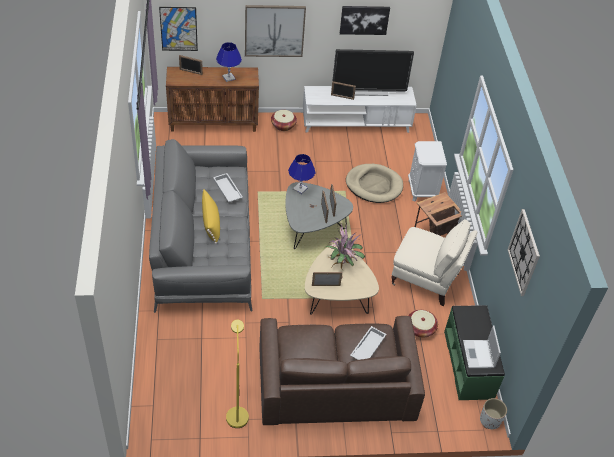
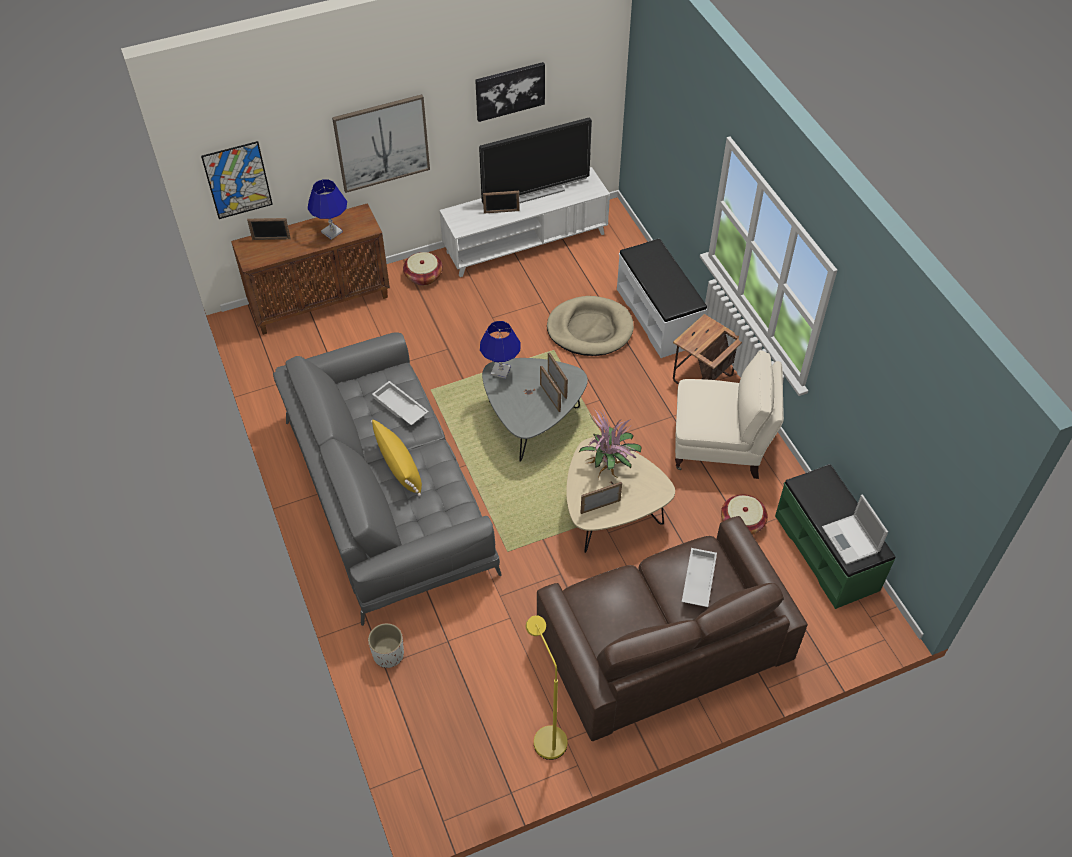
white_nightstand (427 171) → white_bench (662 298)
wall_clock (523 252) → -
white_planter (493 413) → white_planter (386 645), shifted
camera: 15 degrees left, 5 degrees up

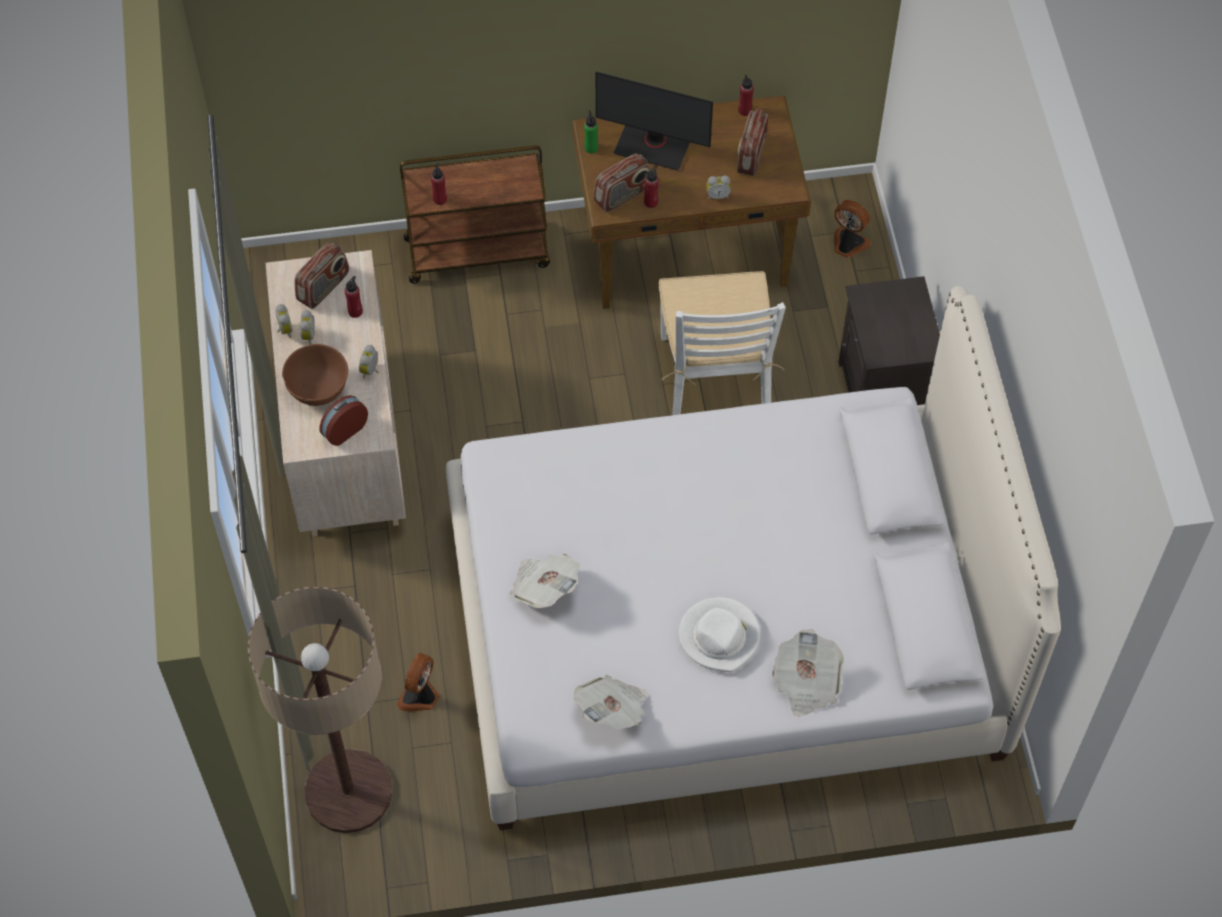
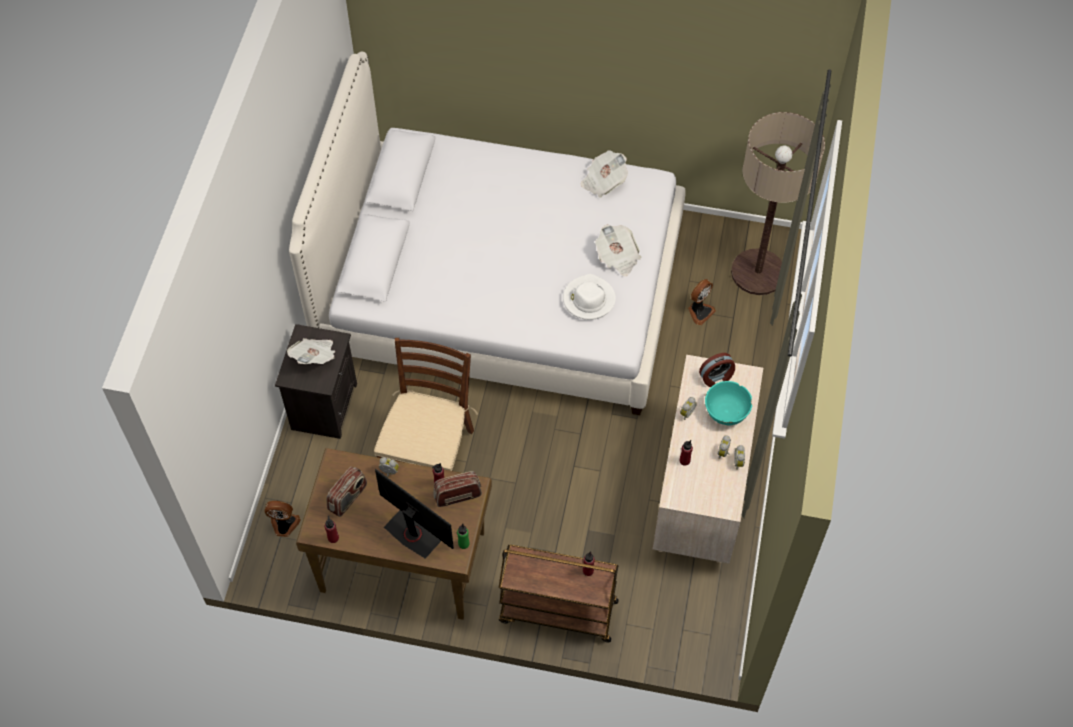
fan (852 229) → fan (283 519), 135 degrees clockwise
radio (322 276) → -
white_chair (722 343) → brown_chair (426 404)
brown_bowl (315 375) → turquoise_bowl (728 403)
white_hat (719 634) → white_hat (589 297), shifted
newspaper (808 673) → newspaper (311 351), shifted
camera: 160 degrees left, 0 degrees up

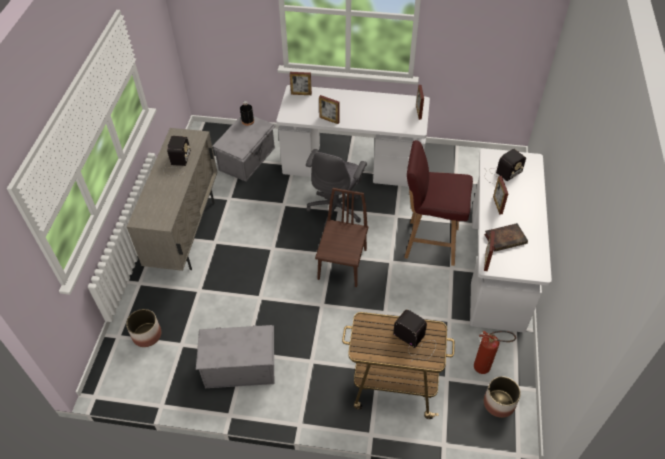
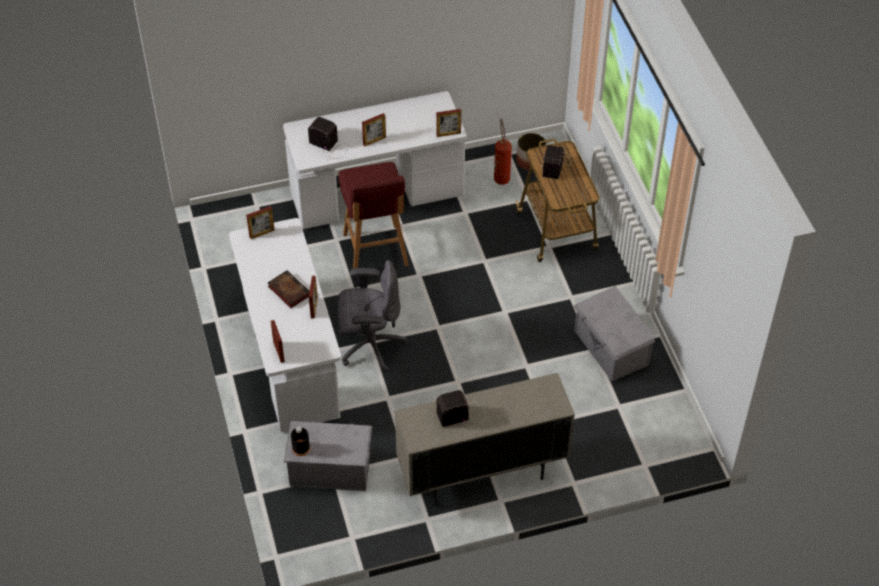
brown_chair (341 237) → -
book (506 237) → book (288 289), shifted
planter (143 328) → -
camera: 115 degrees left, 0 degrees up

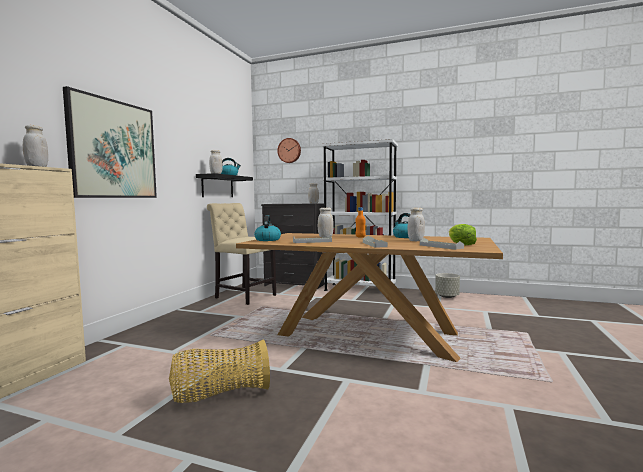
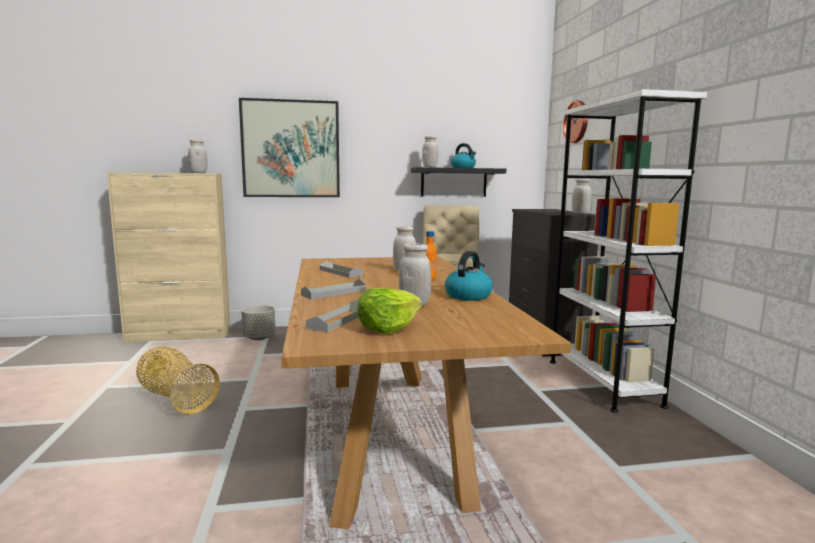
kettle (267 228) → -
grey_planter (447 285) → grey_planter (258 322), shifted
camera: 60 degrees right, 5 degrees up

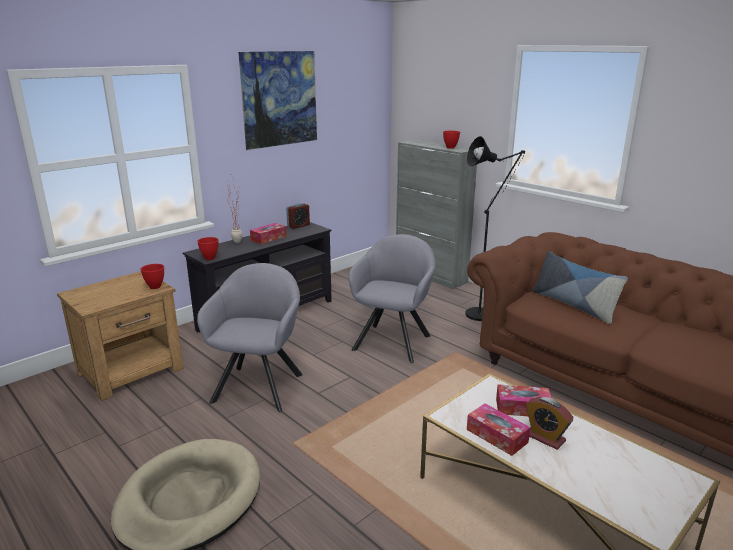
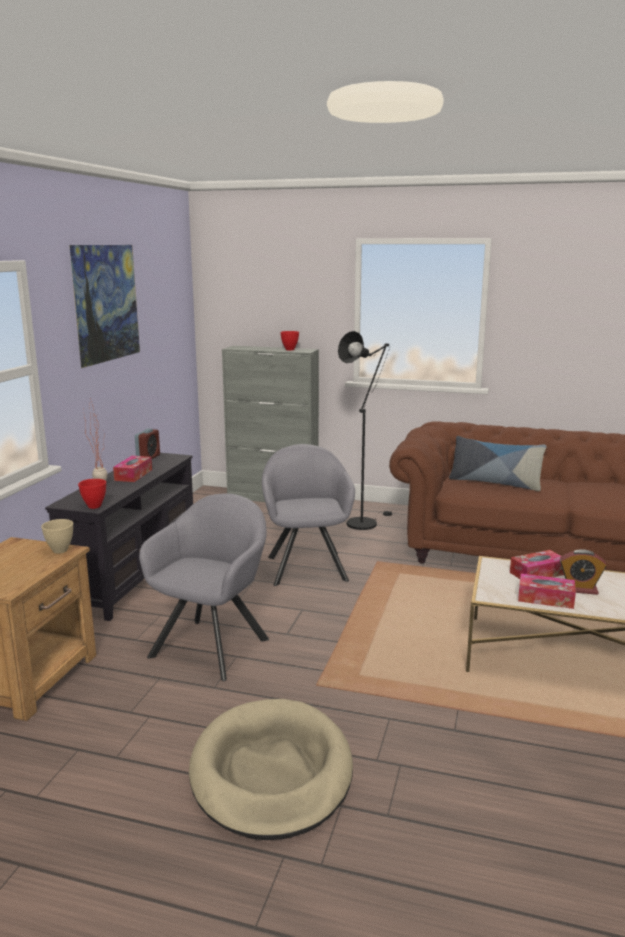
grey_armchair (250 337) → grey_armchair (204 587), 45 degrees clockwise
red_bowl (152 276) → beige_bowl (57 536)
camera: 30 degrees left, 5 degrees down

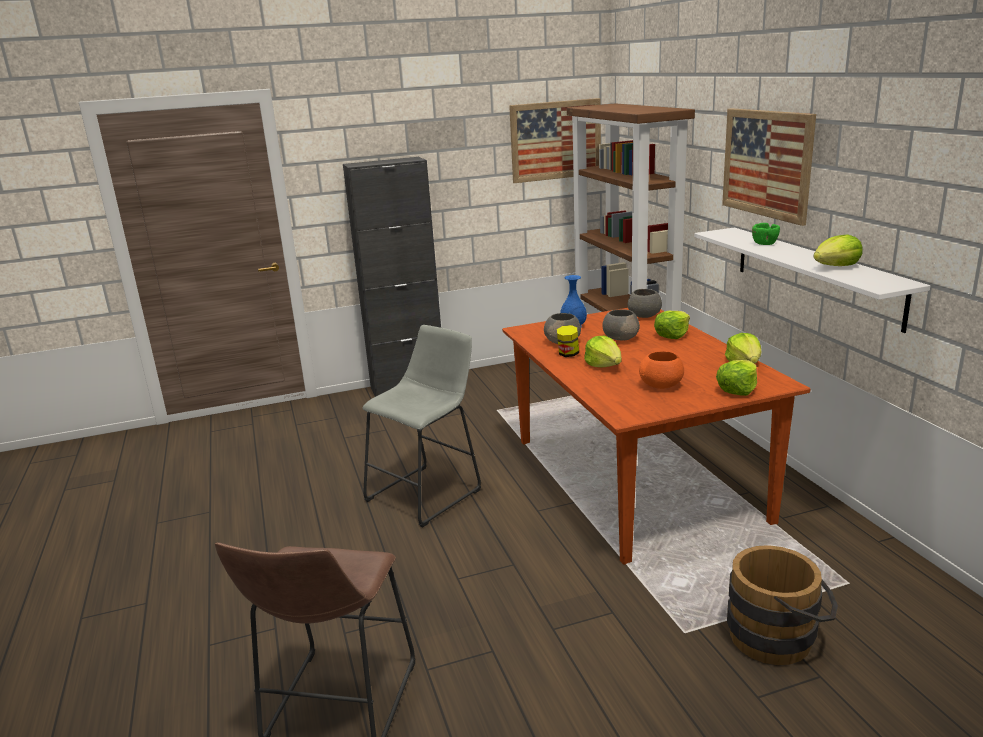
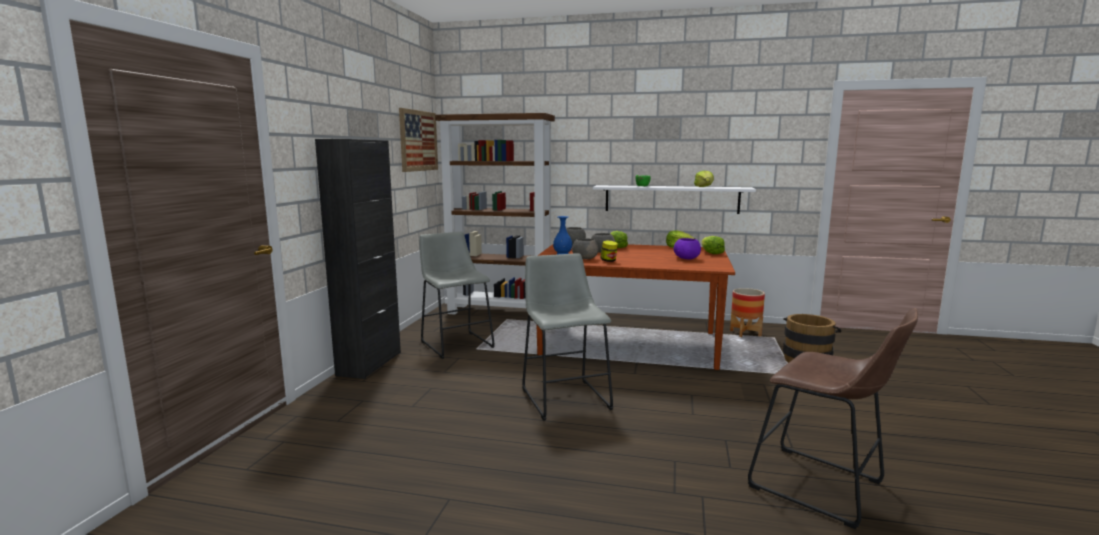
picture (769 167) → -
lettuce (602 351) → -
orange_bowl (661 370) → purple_bowl (687 248)
- → grey_stool (457 295)
- → planter (747 312)
camera: 60 degrees left, 10 degrees down

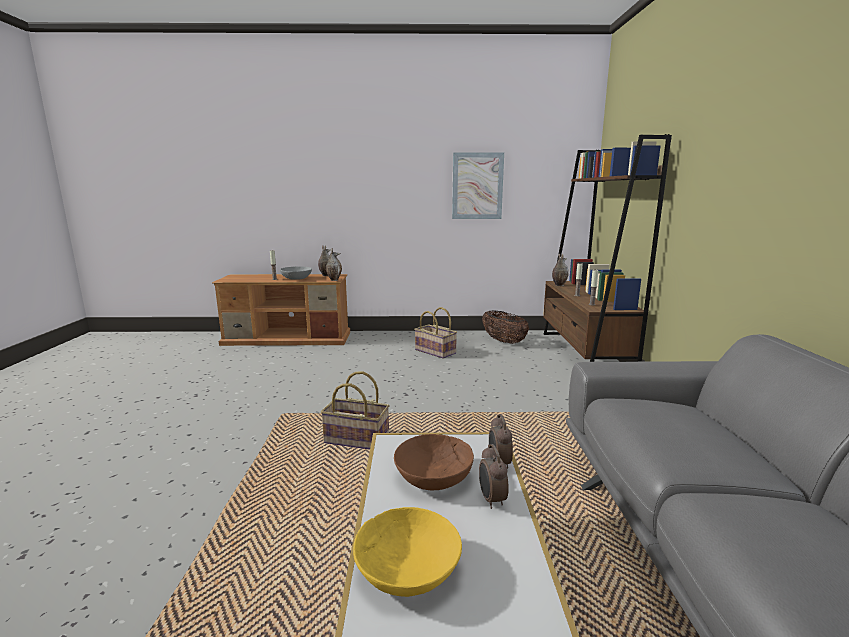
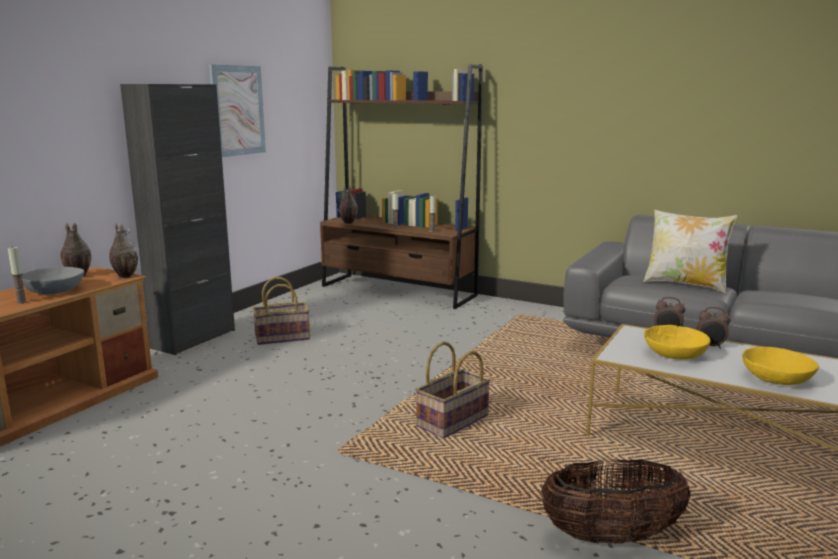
basket (505 327) → basket (615 501), shifted
brown_bowl (434 462) → yellow_bowl (677 342)
- → black_cabinet (177 219)
- → pillow (690 251)
camera: 60 degrees left, 0 degrees up

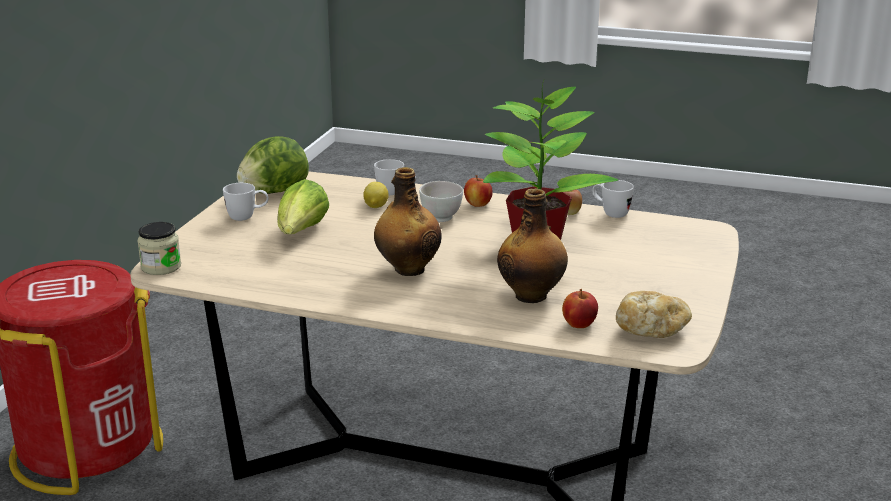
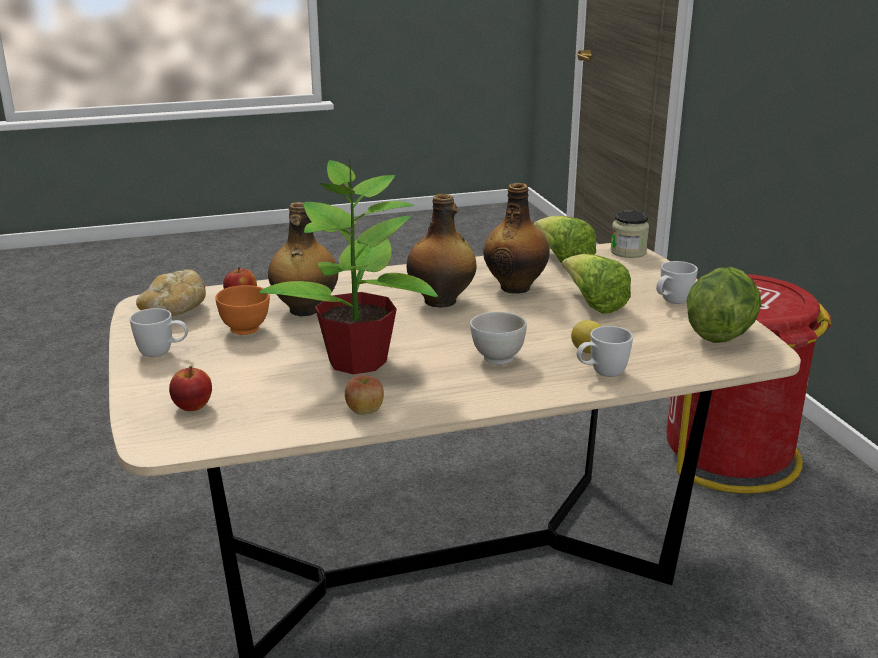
apple (478 191) → apple (190 388), shifted
white_mug (613 199) → white_mug (159 332), shifted
- → bottle (516 238)
- → lettuce (565 239)
- → orange_bowl (242 310)
camera: 145 degrees right, 0 degrees up

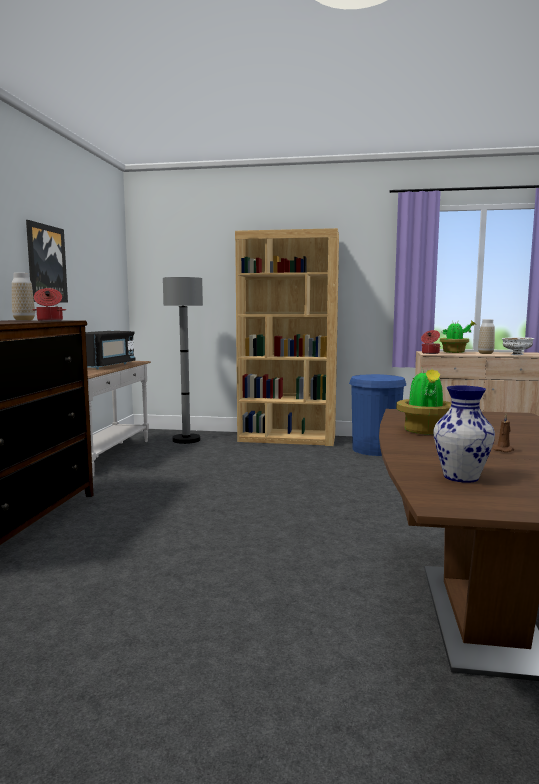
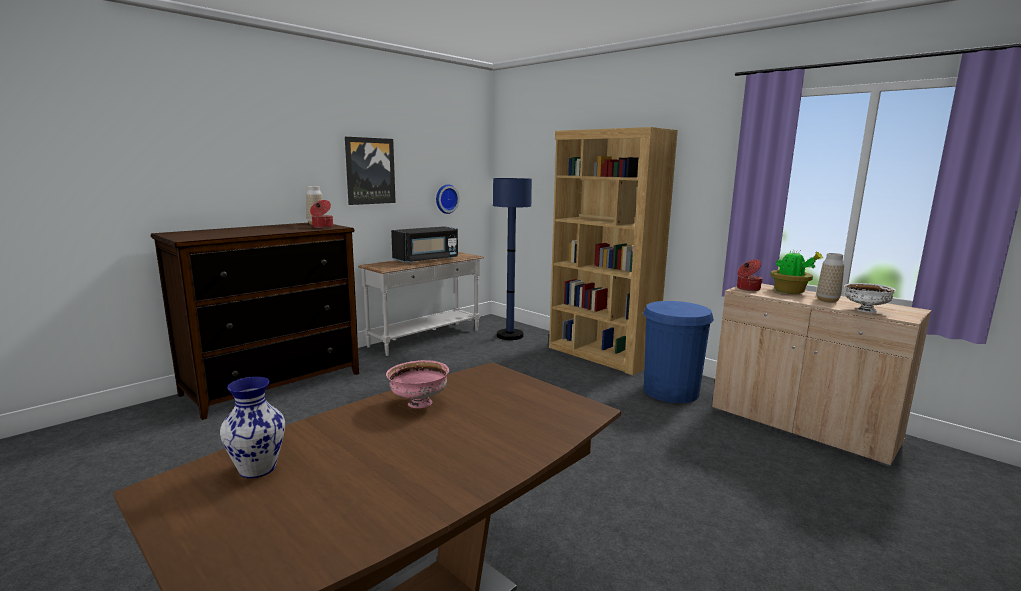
grey_floor_lamp (183 360) → blue_floor_lamp (512 259)
potted_plant (423 400) → pink_bowl (417 384)
brown_candle (503 433) → -
- → wall_clock (448 199)
camera: 35 degrees right, 5 degrees up

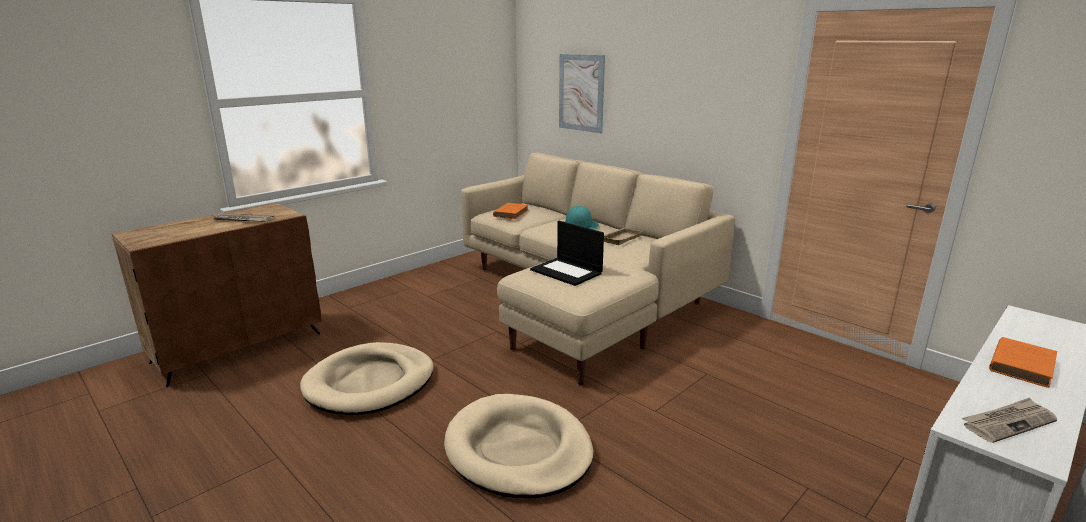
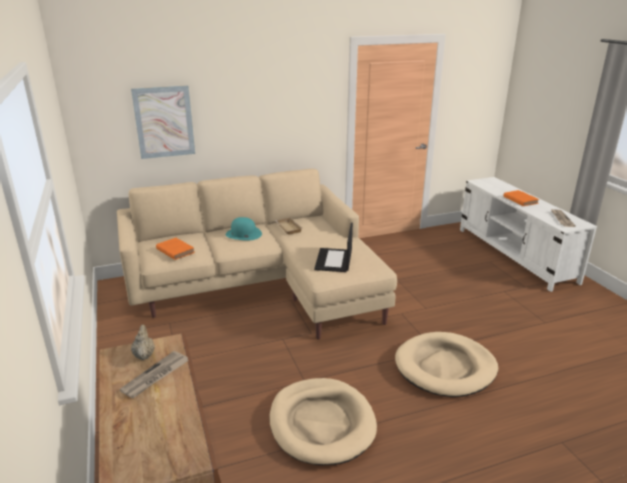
laptop (567 253) → laptop (333 247), 120 degrees clockwise
- → beige_teapot (143 342)
camera: 65 degrees left, 5 degrees up

